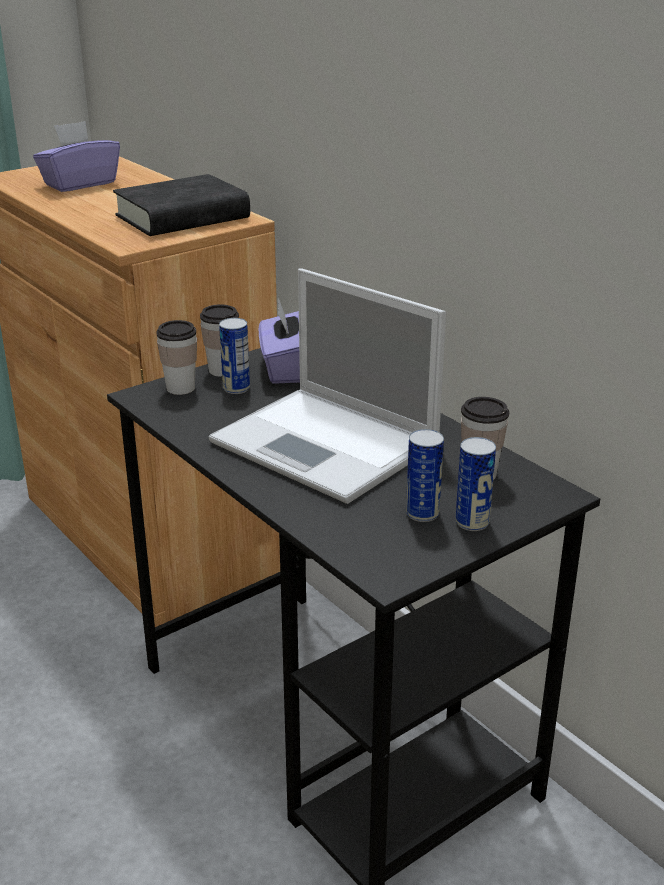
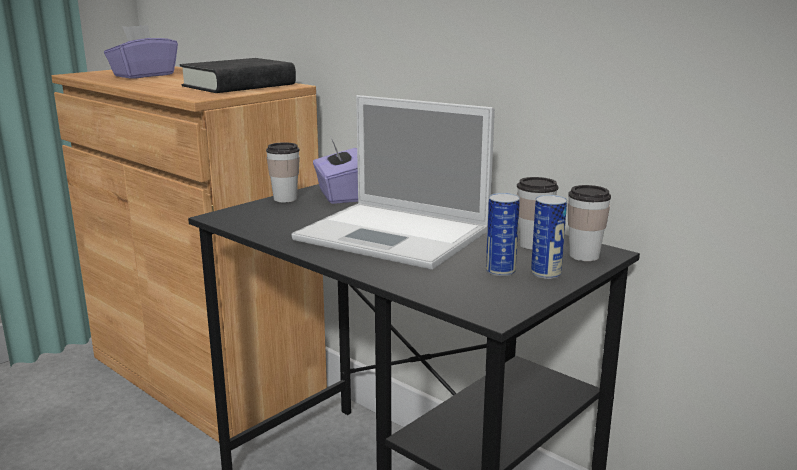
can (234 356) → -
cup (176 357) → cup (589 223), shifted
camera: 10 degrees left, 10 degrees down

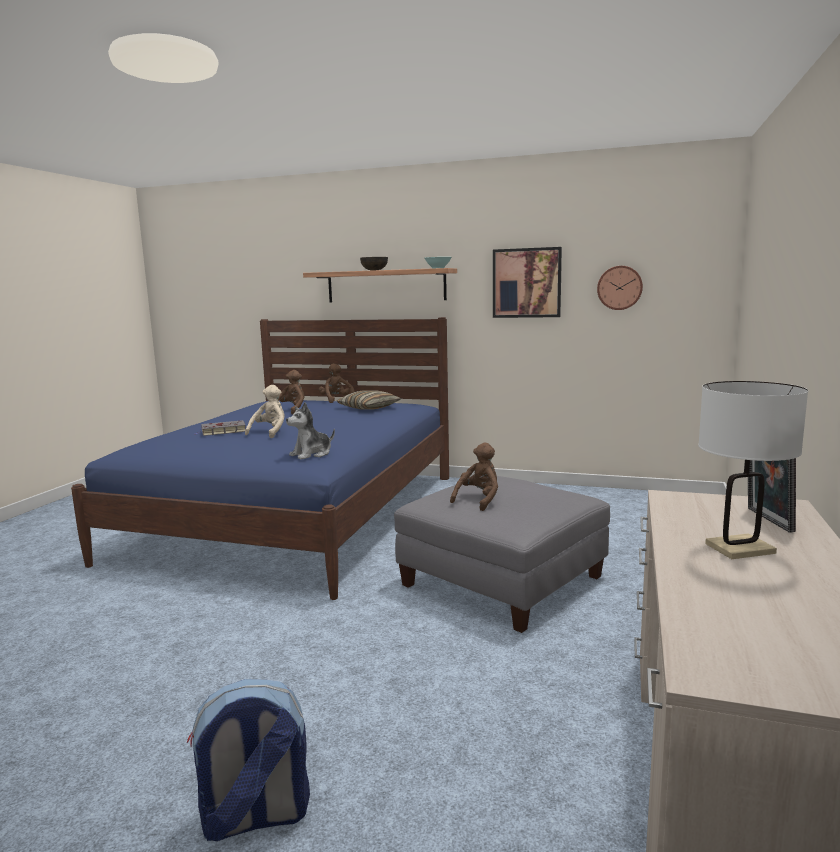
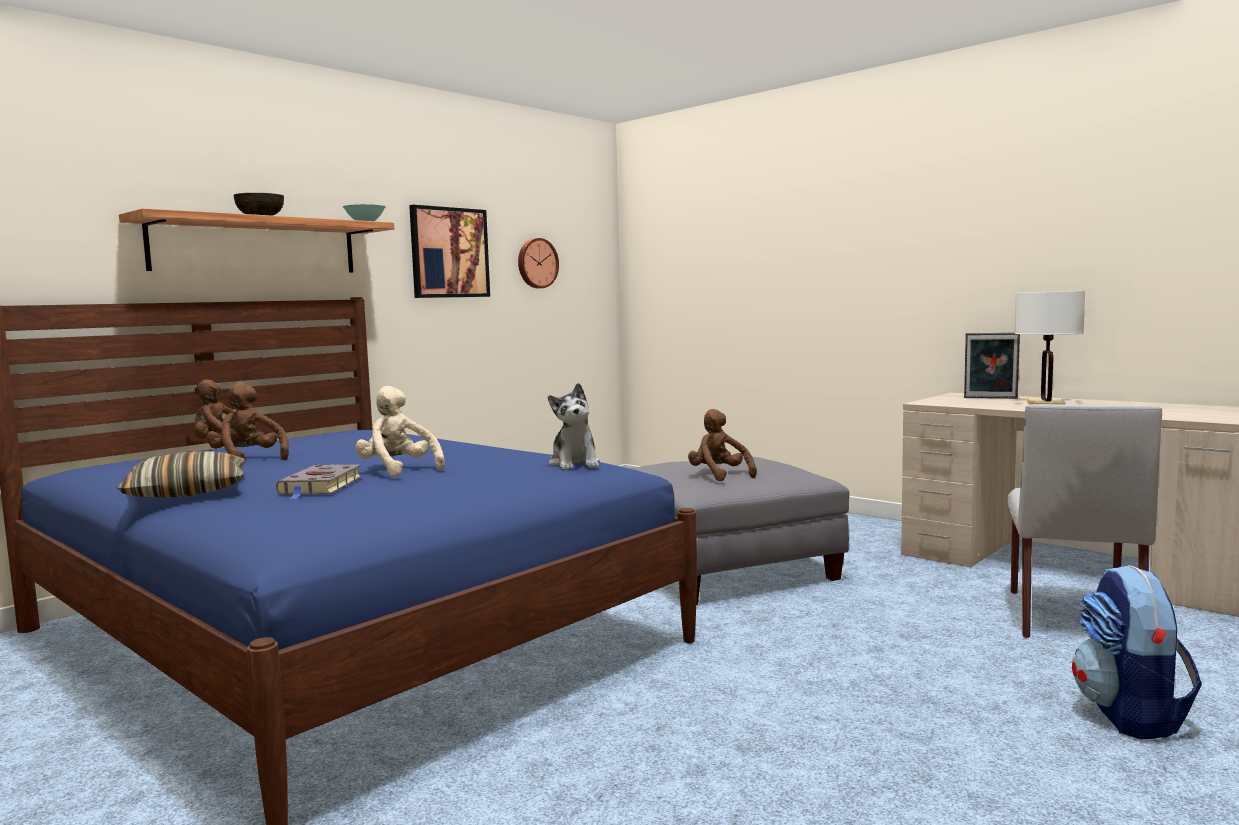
pillow (369 399) → pillow (181 474), shifted
- → grey_chair (1084 521)
camera: 65 degrees left, 5 degrees down

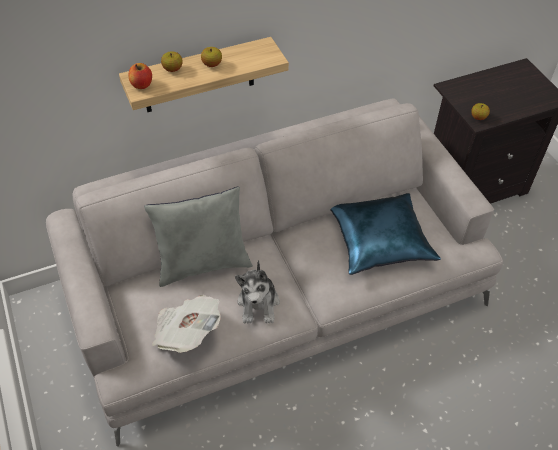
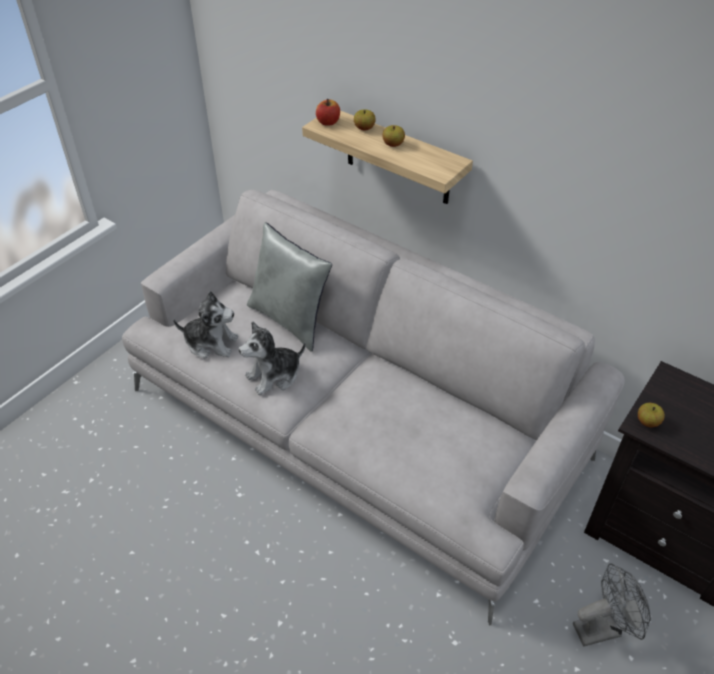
blue_pillow (385 234) → -
newspaper (186 324) → plush_toy (206 325)
- → grey_fan (612 604)
camera: 60 degrees right, 5 degrees down

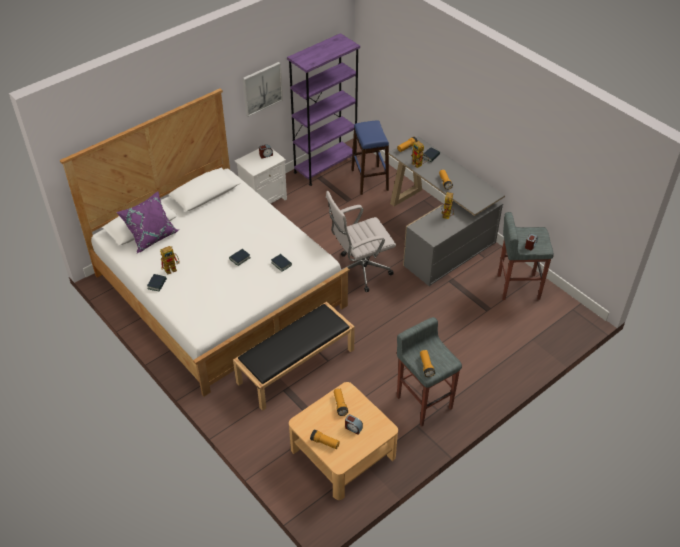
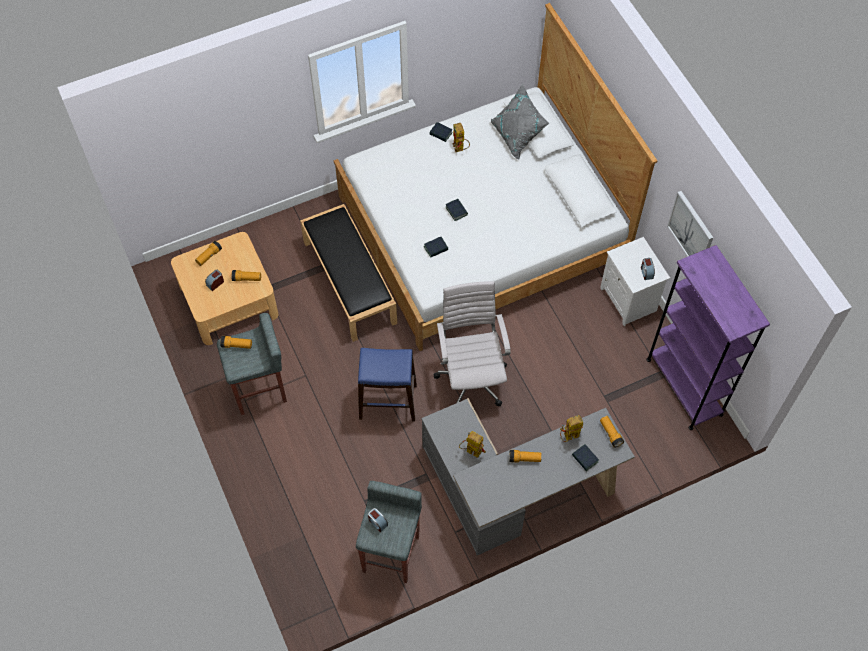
blue_stool (370 157) → blue_stool (387 384), shifted
purple_pillow (147 222) → grey_pillow (520 122)
camera: 105 degrees right, 15 degrees up

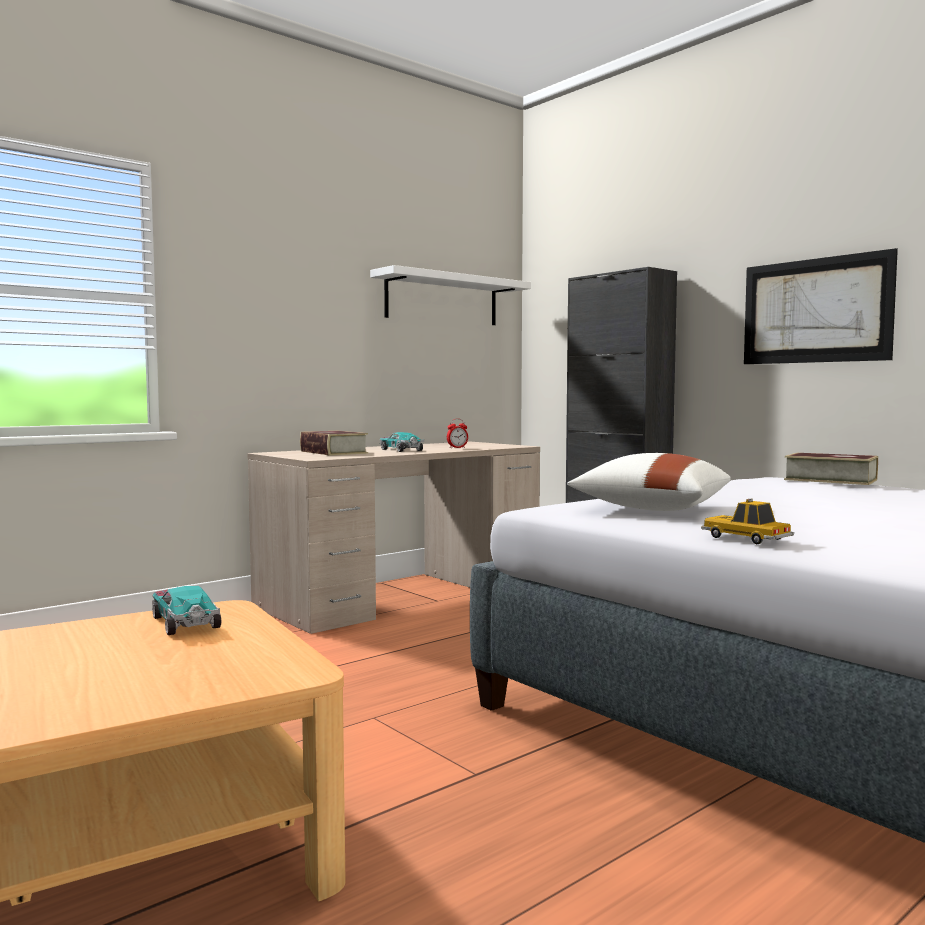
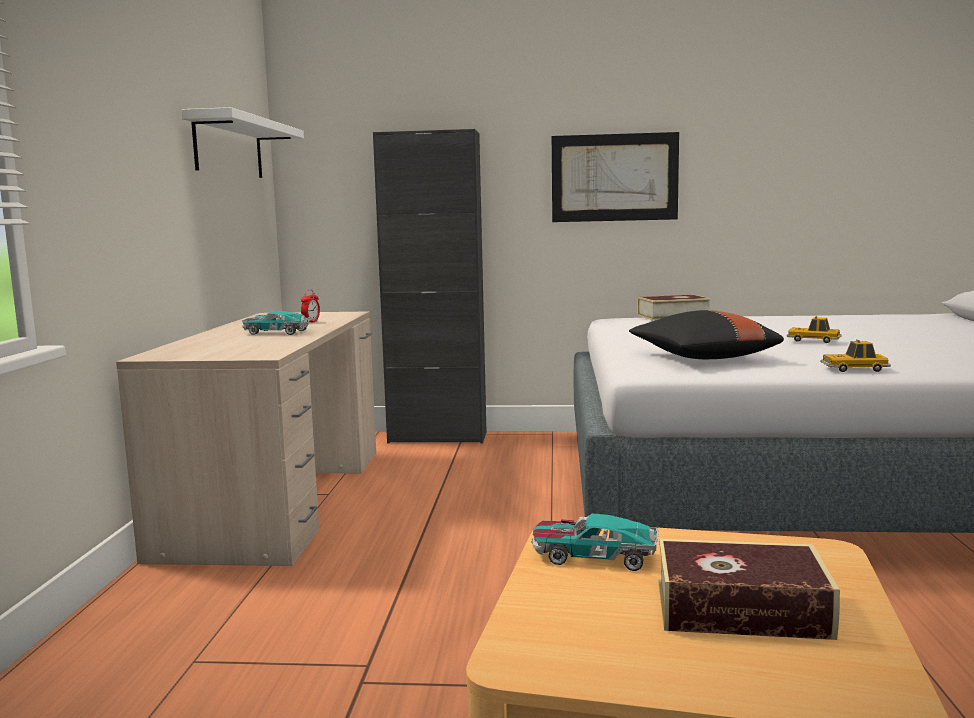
book (334 443) → book (749 589), shifted
white_pillow (649 482) → black_pillow (706 334)
- → toy_car (813 329)
camera: 45 degrees left, 5 degrees up

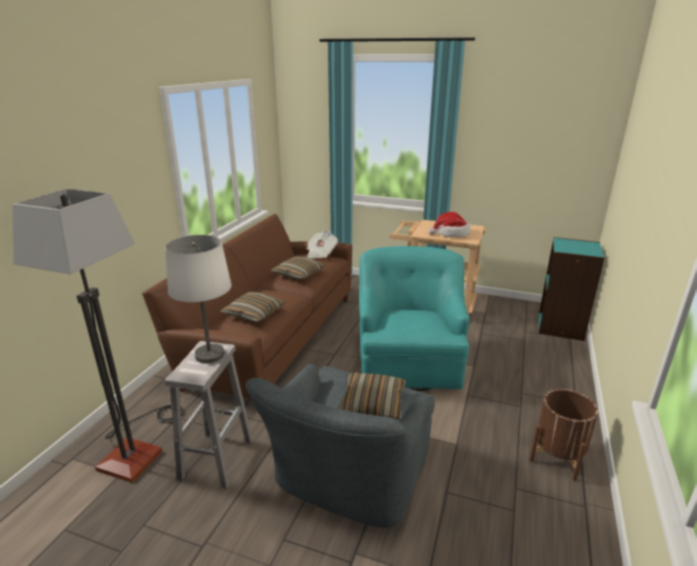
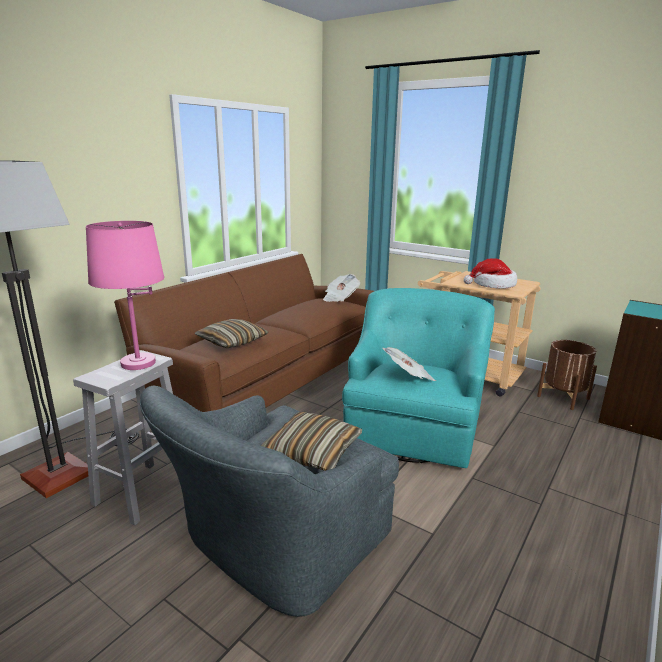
white_table_lamp (198 299) → pink_table_lamp (125 295)
pillow (298 268) → -
brown_planter (563 435) → brown_planter (567 375), shifted
- → newspaper (409 364)
camera: 15 degrees right, 5 degrees down

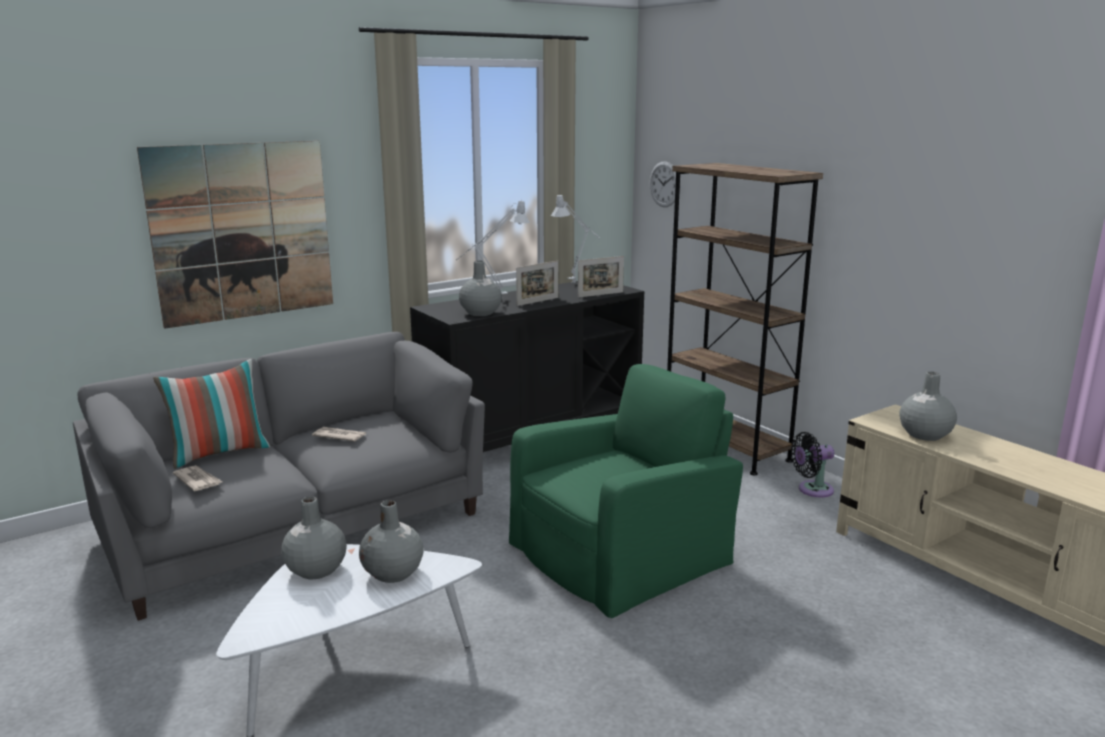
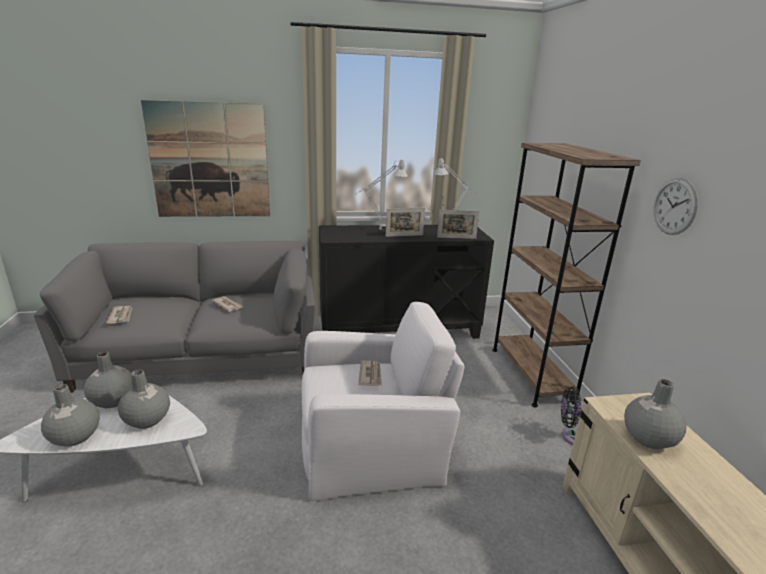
wall_clock (664 184) → wall_clock (675 206), shifted
grey_vase (480 288) → grey_vase (70 415), shifted
pillow (211 414) → -
green_armchair (626 491) → white_armchair (383 401)
- → newspaper (370 373)
camera: 25 degrees right, 5 degrees up

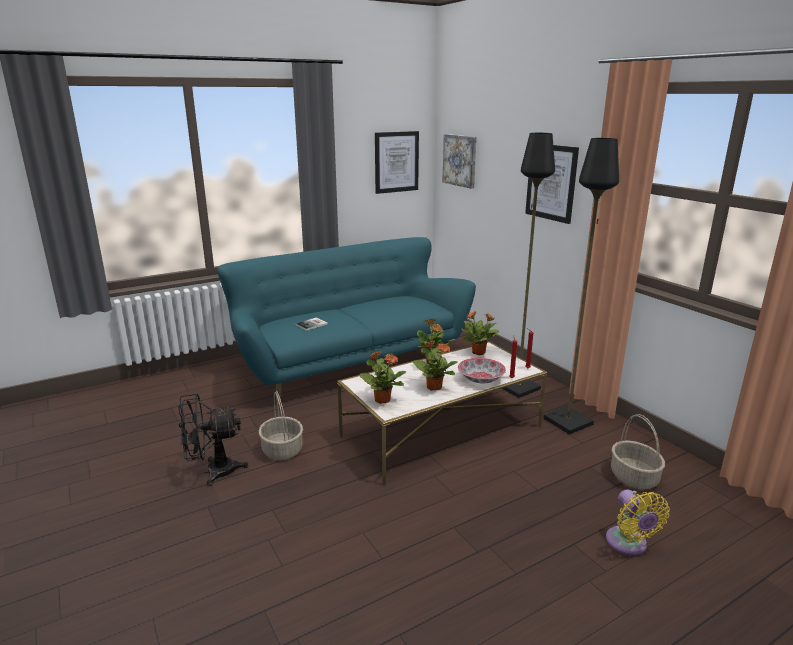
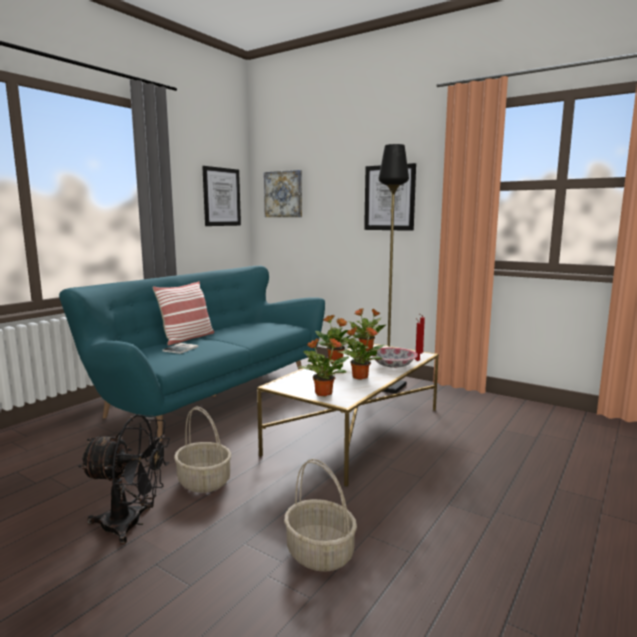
black_floor_lamp (581 286) → -
black_fan (213 440) → black_fan (124 479), 135 degrees counterclockwise
basket (638 451) → basket (320 515), shifted
yellow_fan (638 522) → -
- → pillow (183 313)
camera: 25 degrees left, 10 degrees down

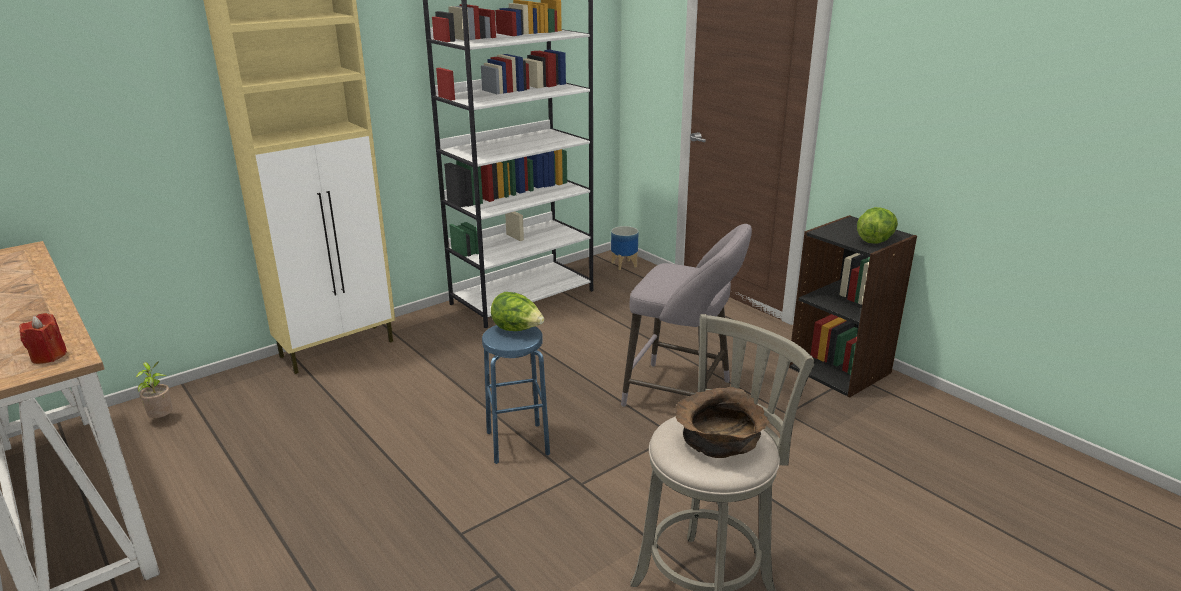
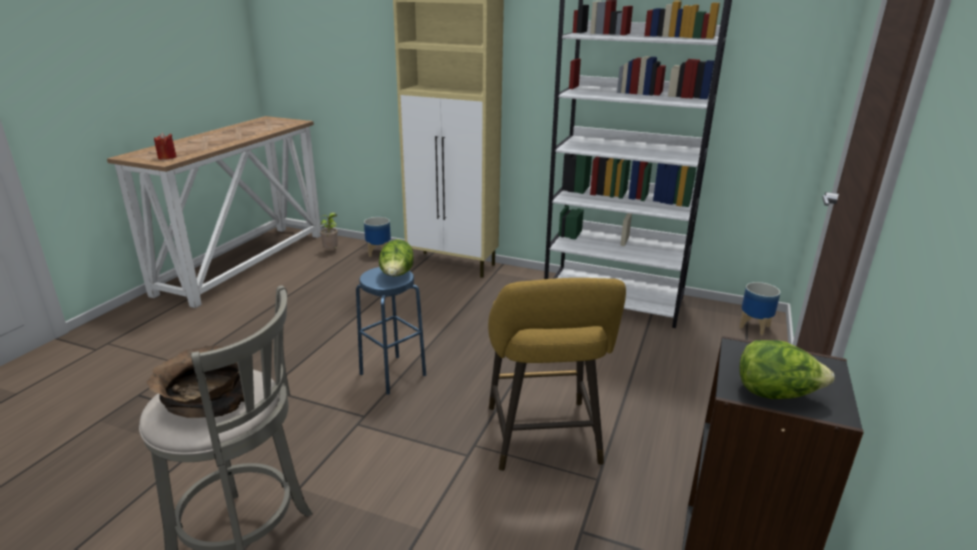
grey_stool (686 315) → yellow_stool (557 374)
- → planter (377 237)
camera: 60 degrees right, 0 degrees up

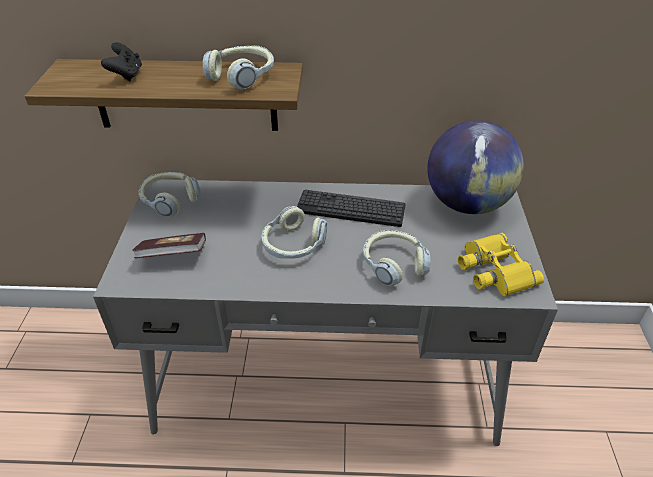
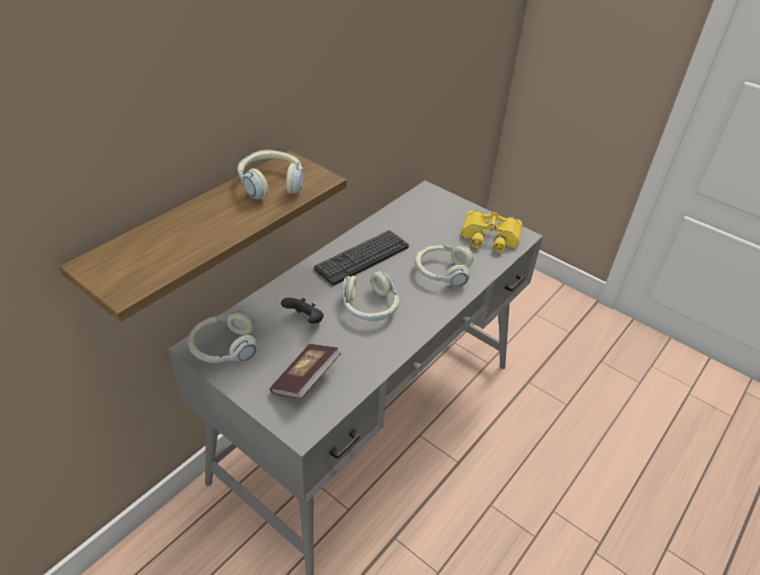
black_game_controller (121 61) → black_game_controller (302 311), shifted
globe (475 167) → -
camera: 55 degrees left, 0 degrees up

